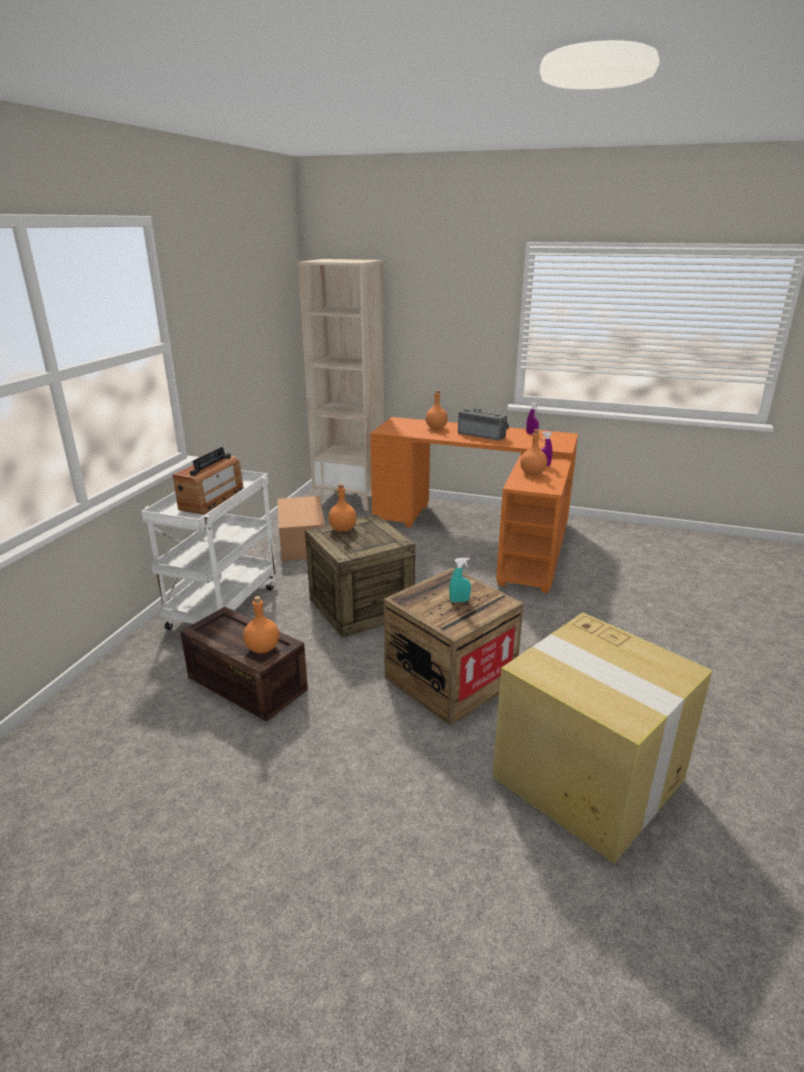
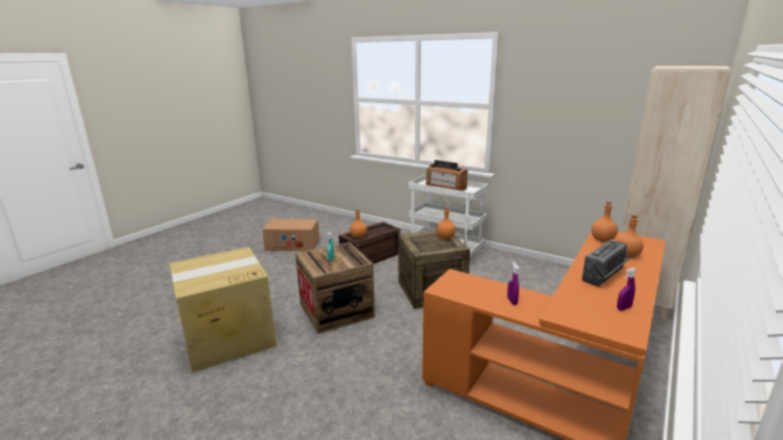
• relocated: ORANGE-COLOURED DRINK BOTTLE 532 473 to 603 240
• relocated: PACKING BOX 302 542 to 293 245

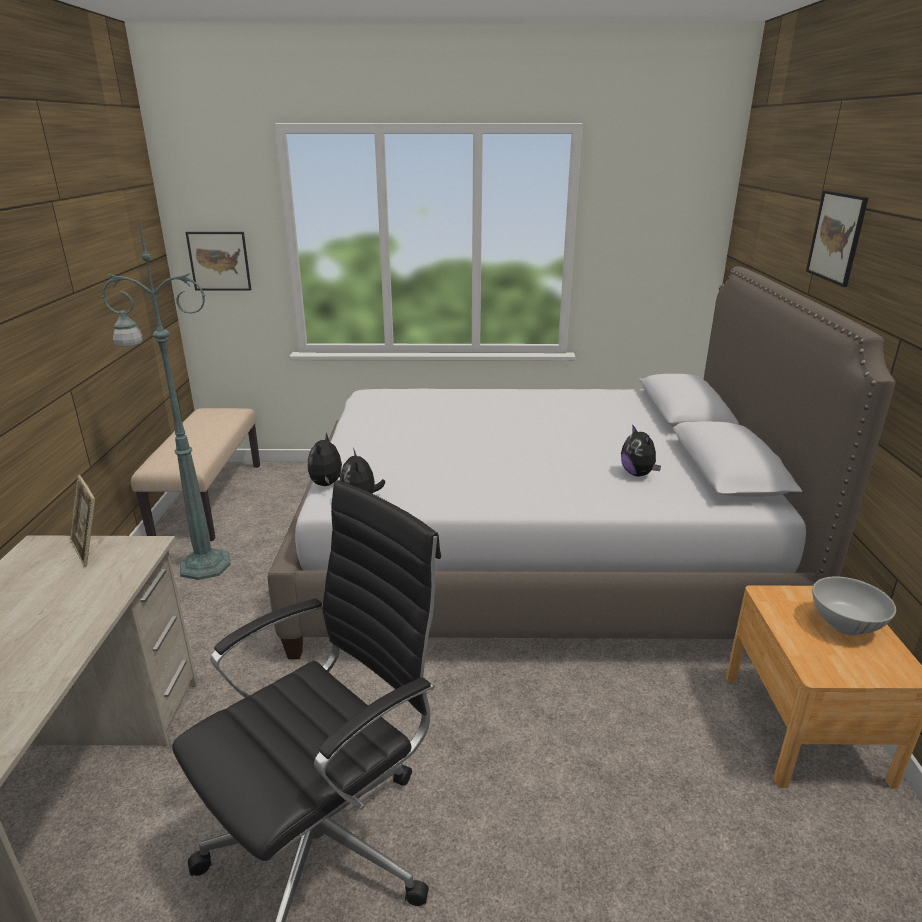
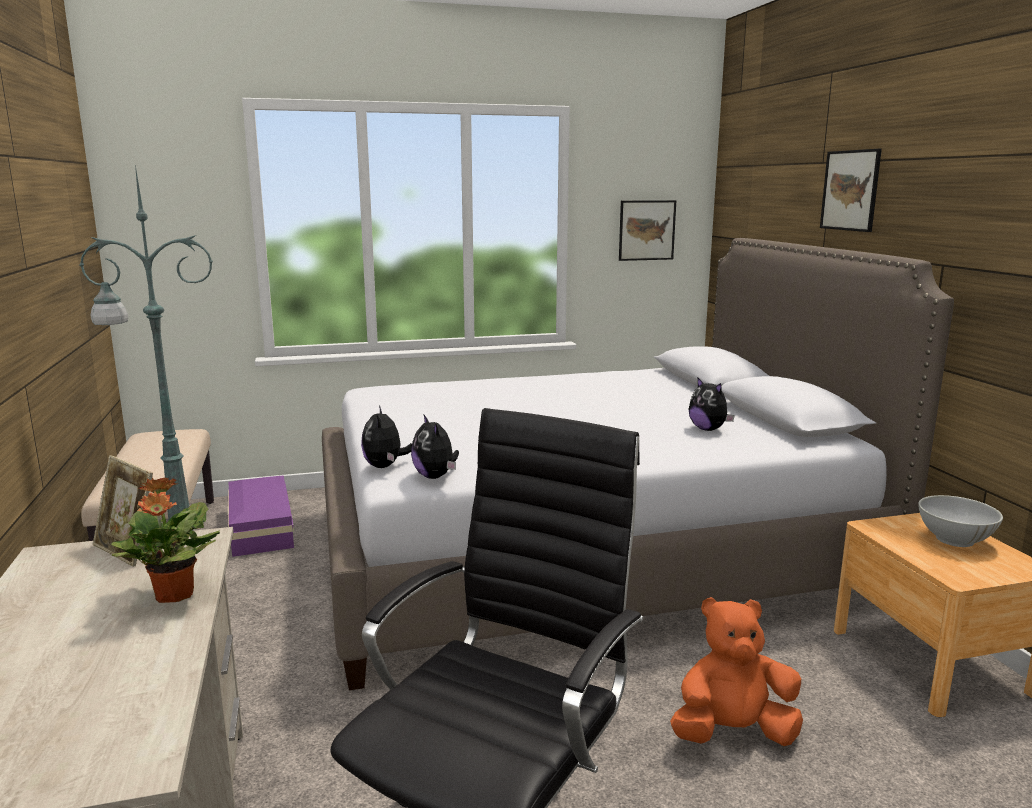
• relocated: PICTURE 219 261 to 646 230
• appeared: PURPLISH STORAGE BOX 262 527
• appeared: PLANT IN A POT 174 596
• appeared: ORANGE-COLOURED PLUSH TOY 732 733

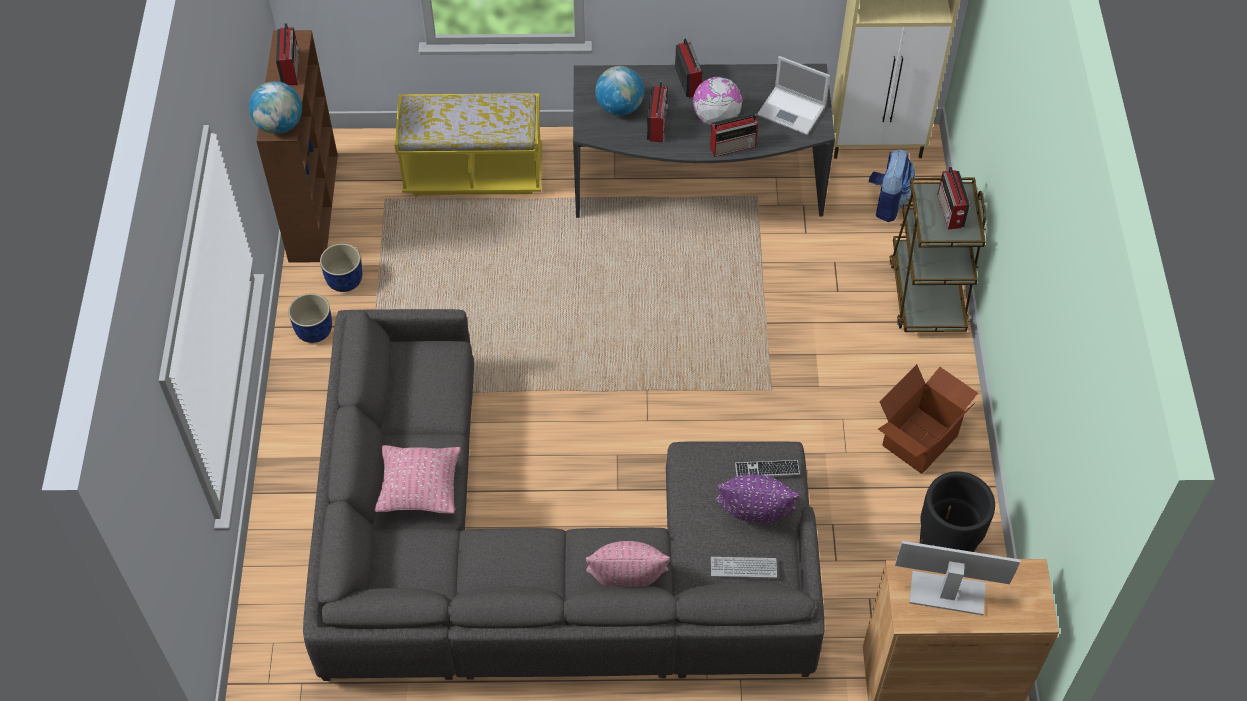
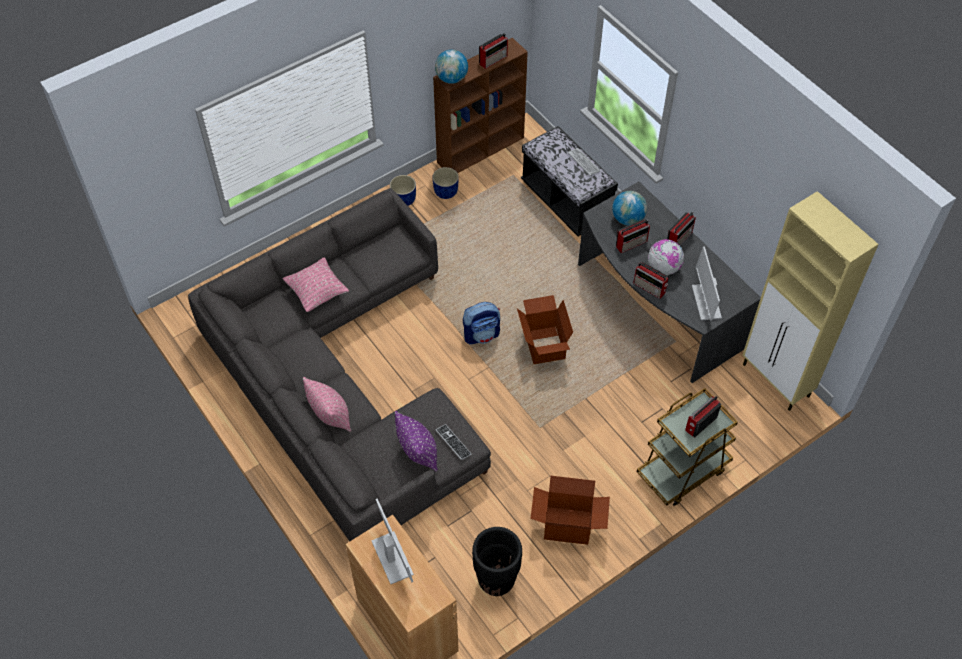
• exchanged: LAPTOP 792 111 to COMPUTER SCREEN 706 301
• colour: YELLOWISH LONG SEAT 473 173 to BLACK-COLOURED LONG SEAT 566 201
• relocated: KNAPSACK 888 203 to 481 335
• relocated: PC KEYBOARD 743 568 to 584 162
• appeared: PACKING BOX 543 345

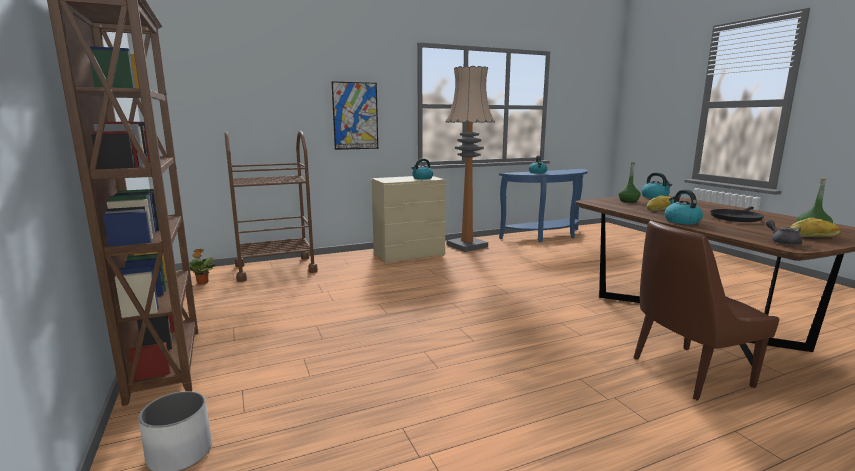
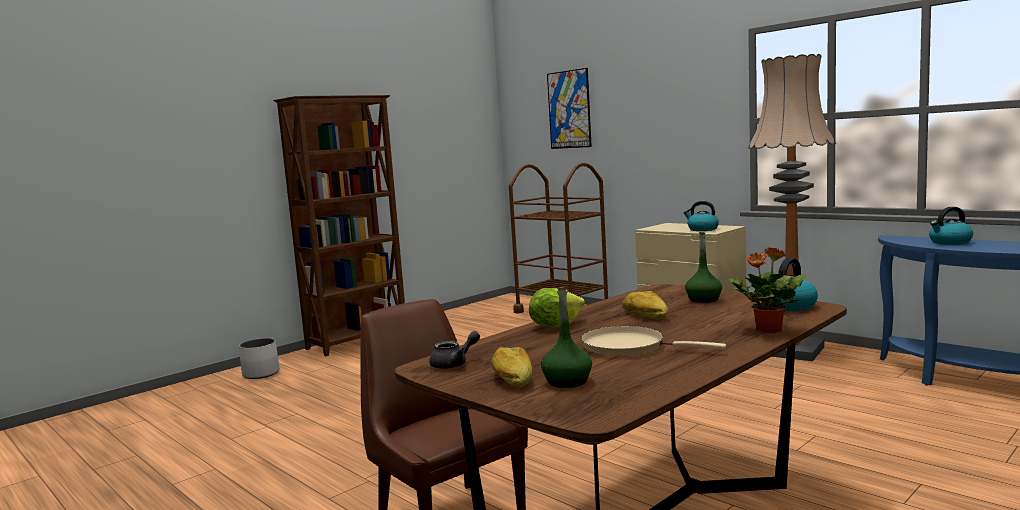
• relocated: PICTURE 355 116 to 569 109
• exchanged: KETTLE 681 221 to LETTUCE 555 325
• colour: BLACK-COLOURED SKILLET 736 218 to BEIGE-COLOURED SKILLET 629 346
• relocated: PLANT IN A POT 202 283 to 767 330

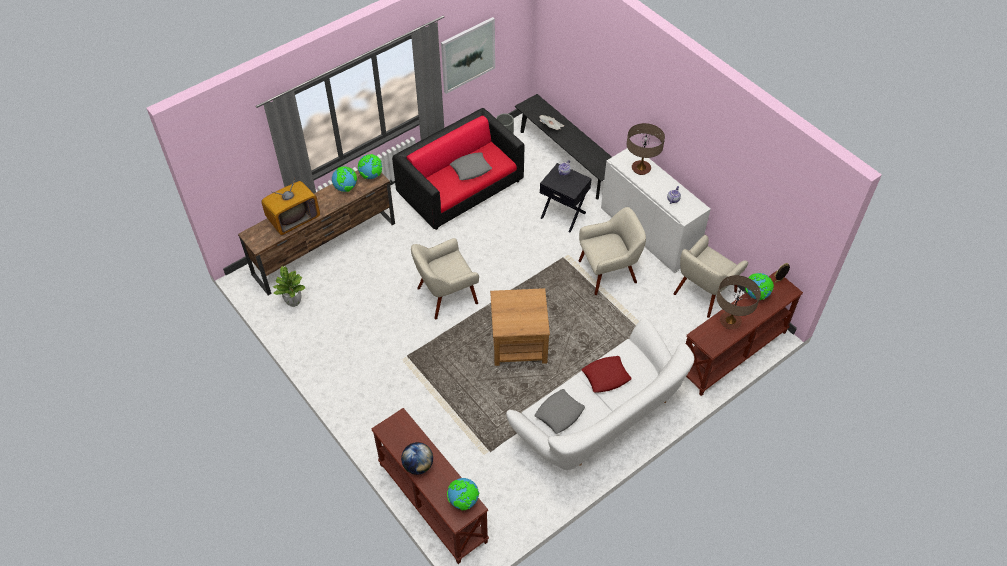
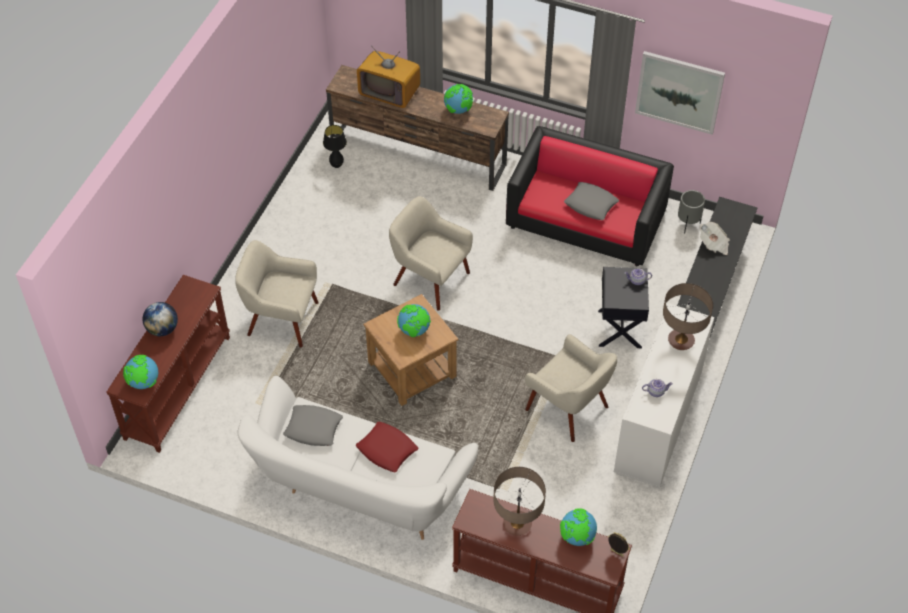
• relocated: GLOBE 371 175 to 414 330
• relocated: BEIGE-COLOURED LOUNGE CHAIR 703 292 to 281 319
• exchanged: PLANT IN A POT 294 302 to BLACK-COLOURED LAMP FOR A TABLE 336 165

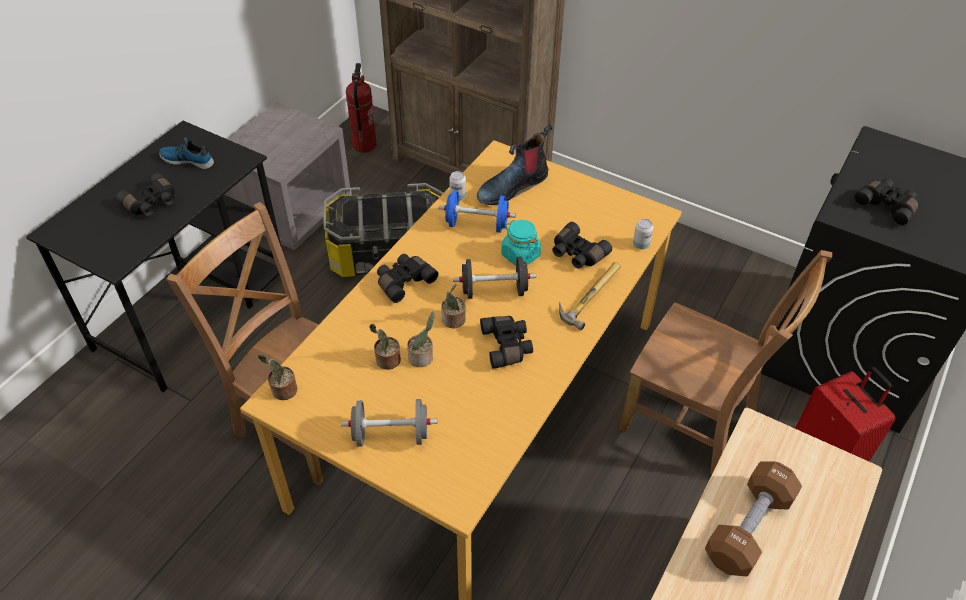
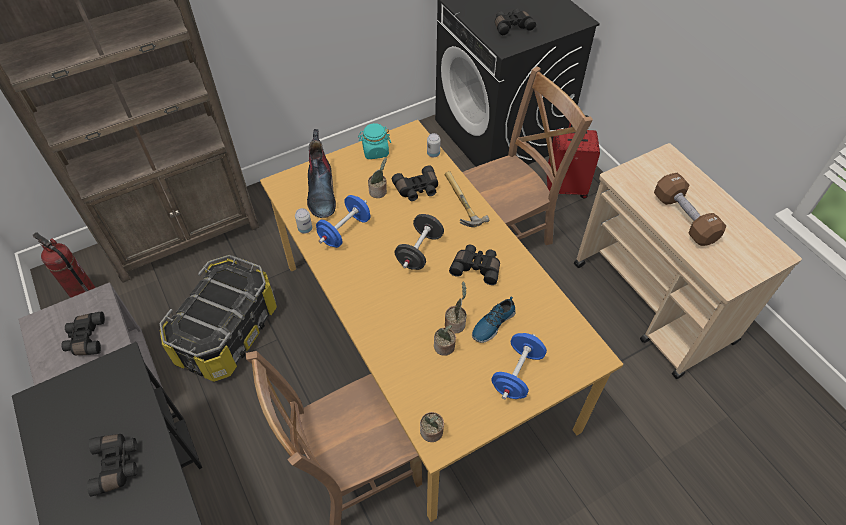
• relocated: LOW SHOE 188 159 to 492 323
• relocated: BLUE-GREEN JAR 520 255 to 375 151
• relocated: BLACK-COLOURED FIELD GLASSES 404 281 to 85 338
• relocated: PLANT IN A POT 453 320 to 379 192
• colour: GREYISH FREE WEIGHT 391 435 to BLUE-COLOURED FREE WEIGHT 517 374

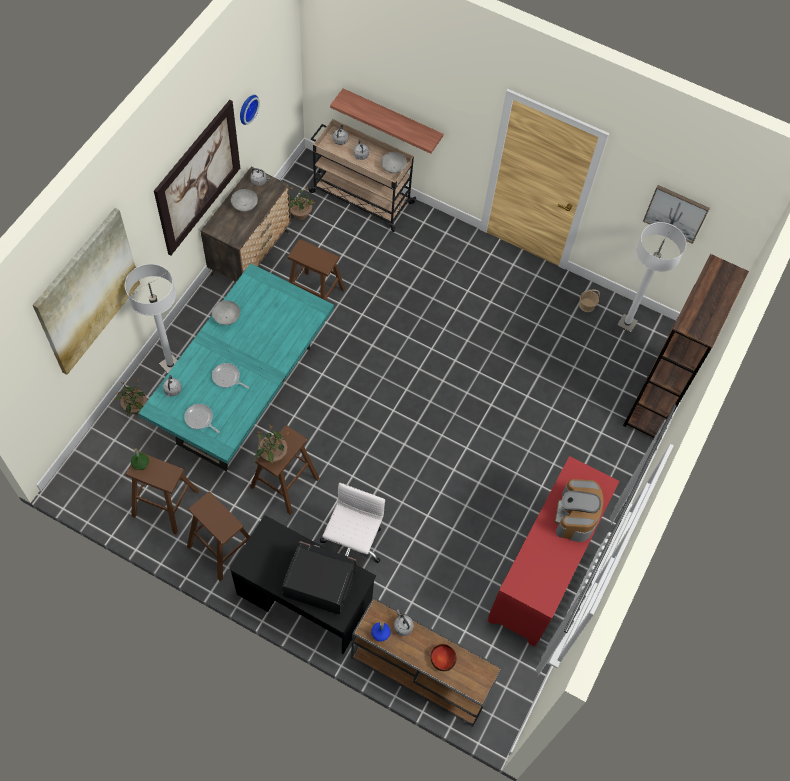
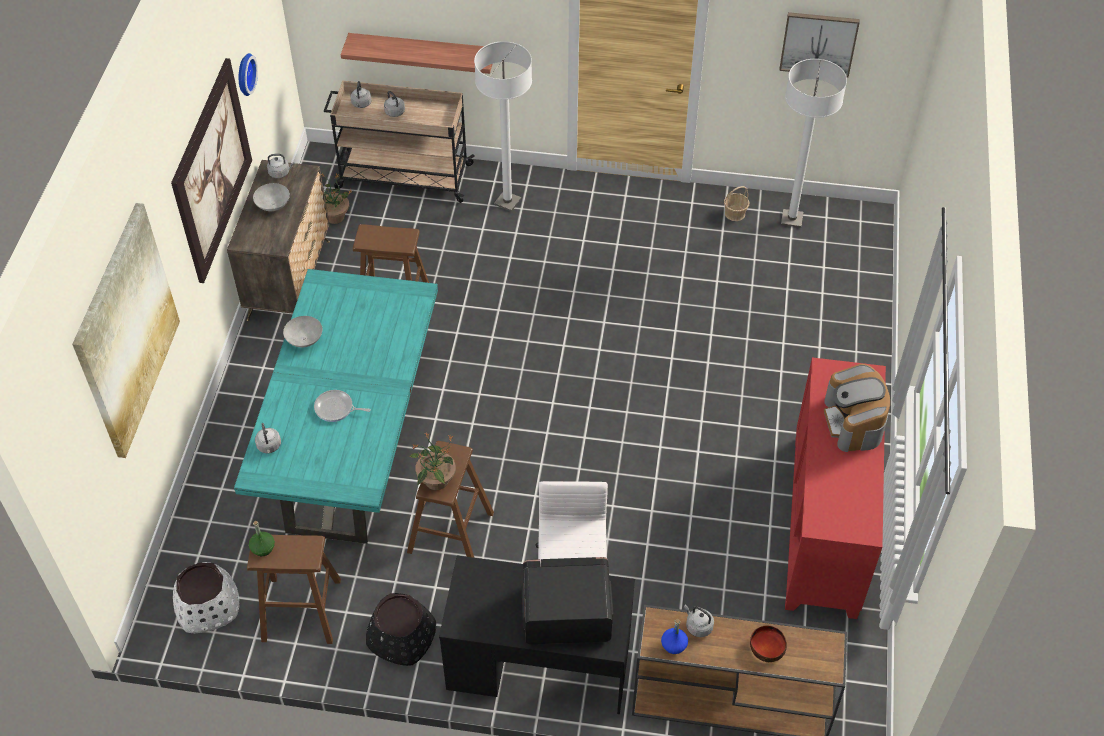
• missing: GREYISH BOWL 393 168
• missing: BROWN SHELVING UNIT 656 400
• relocated: WHITE STANDING LAMP 170 365 to 507 202
• missing: PLANT IN A POT 135 408
• missing: SKILLET 200 419
• exchanged: BROWN STOOL 223 546 to BLACK-COLOURED PLANTER 402 637
• appeared: WHITE PLANTER 208 606

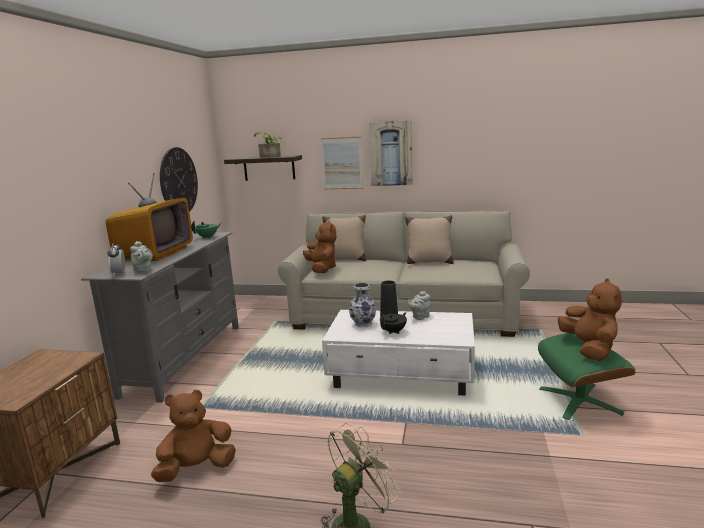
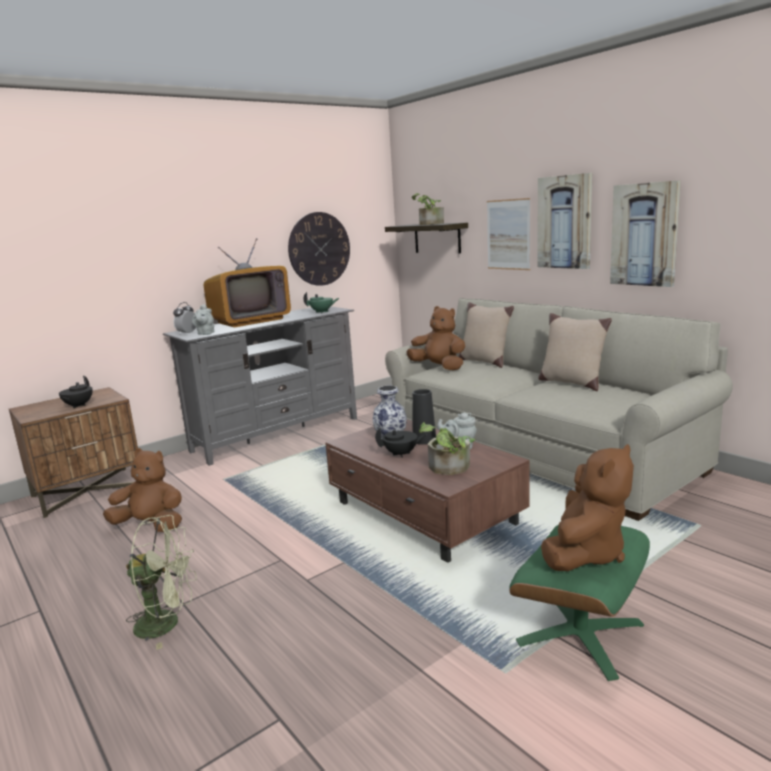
• spun: BROWN PLUSH TOY 322 269 = 439 367 75 degrees counterclockwise
• colour: WHITE COFFEE TABLE 403 373 to BROWN COFFEE TABLE 425 513
• appeared: PICTURE 644 234
• appeared: BLACK-COLOURED TEAPOT 78 406
• appeared: PLANT IN A POT 447 469

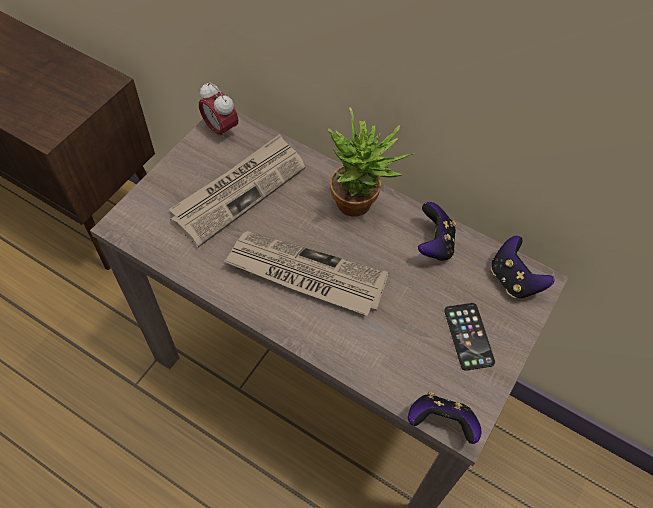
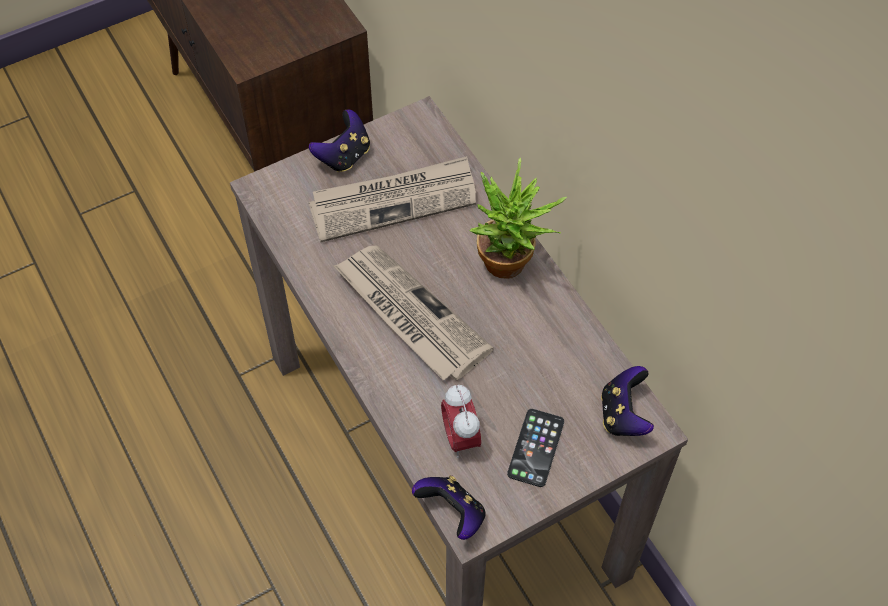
• relocated: BEDSIDE CLOCK 221 130 to 460 437
• relocated: GAMEPAD 434 244 to 344 156

